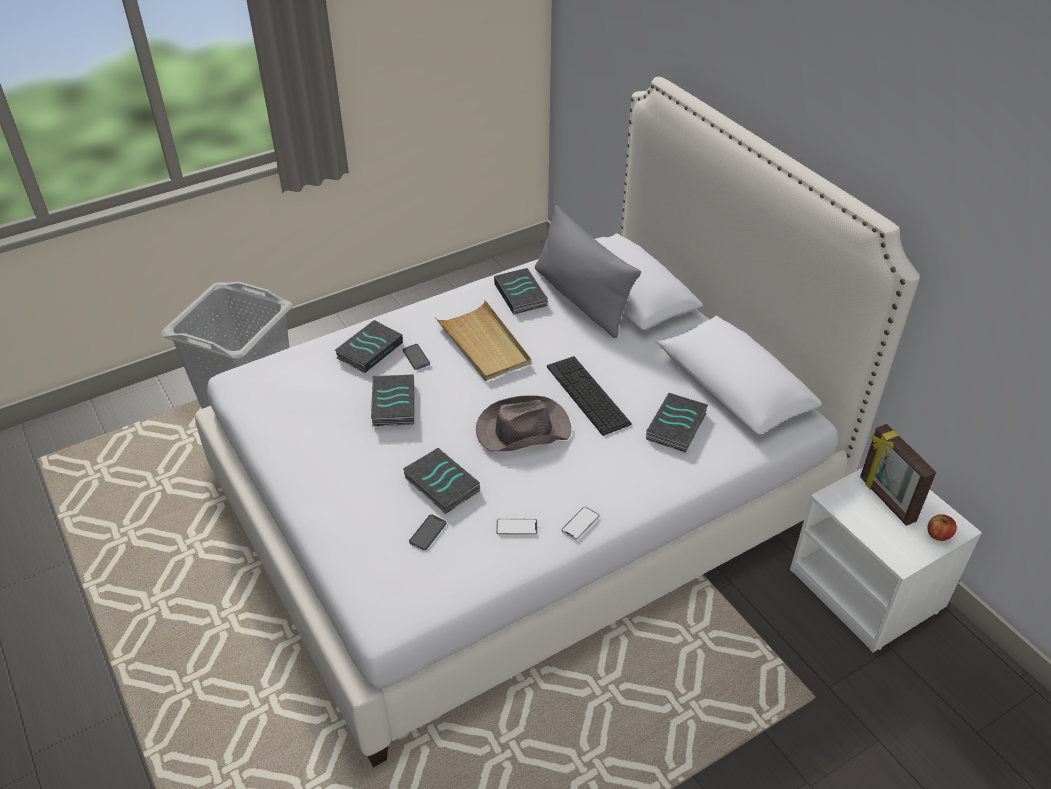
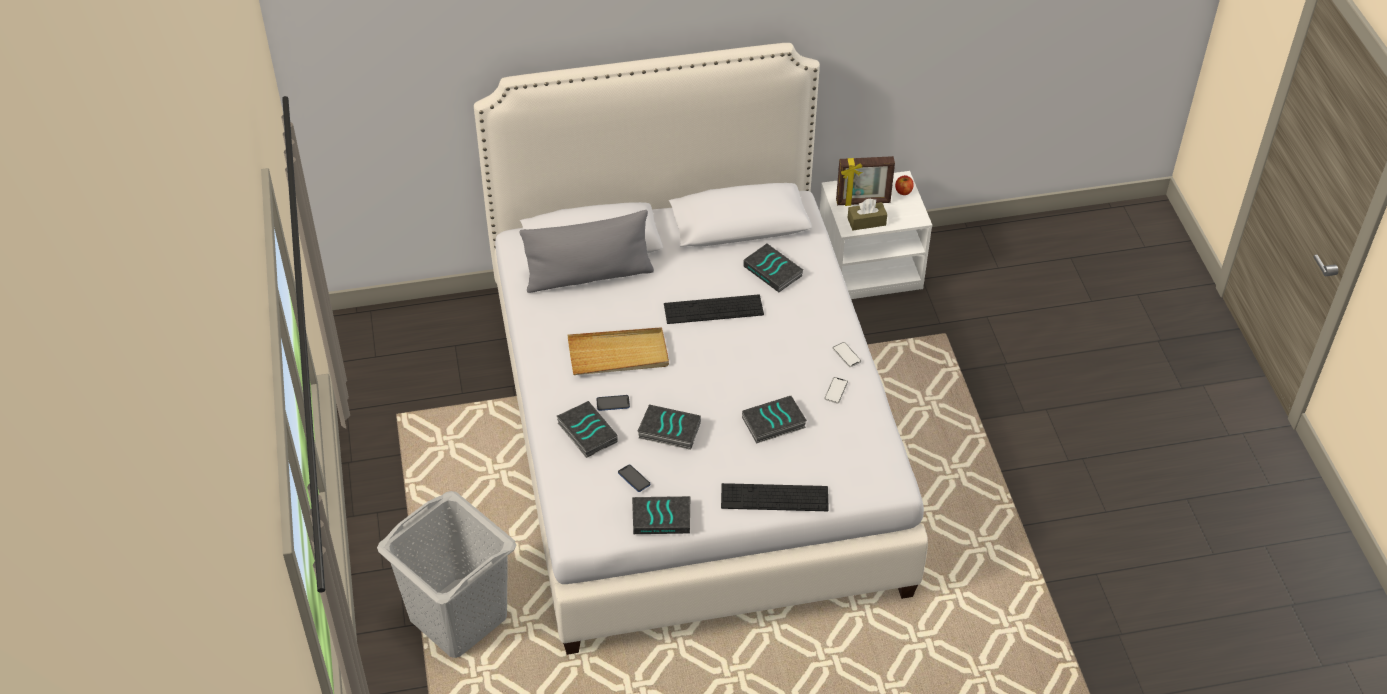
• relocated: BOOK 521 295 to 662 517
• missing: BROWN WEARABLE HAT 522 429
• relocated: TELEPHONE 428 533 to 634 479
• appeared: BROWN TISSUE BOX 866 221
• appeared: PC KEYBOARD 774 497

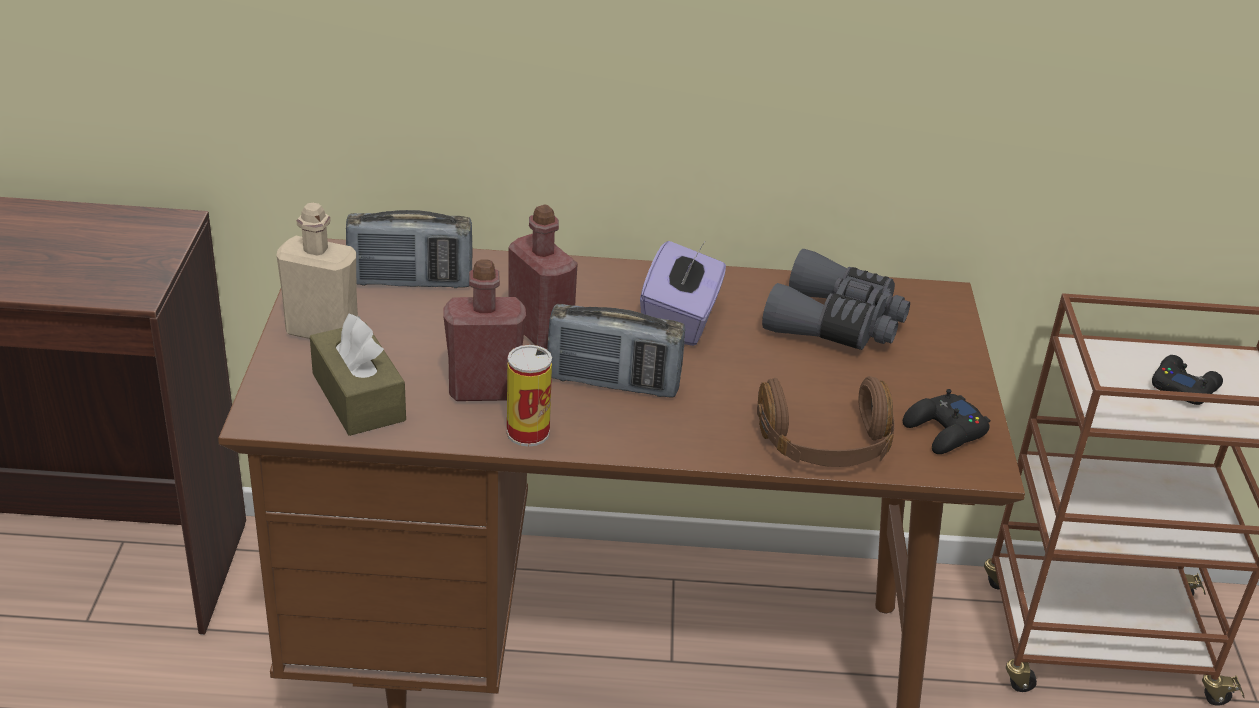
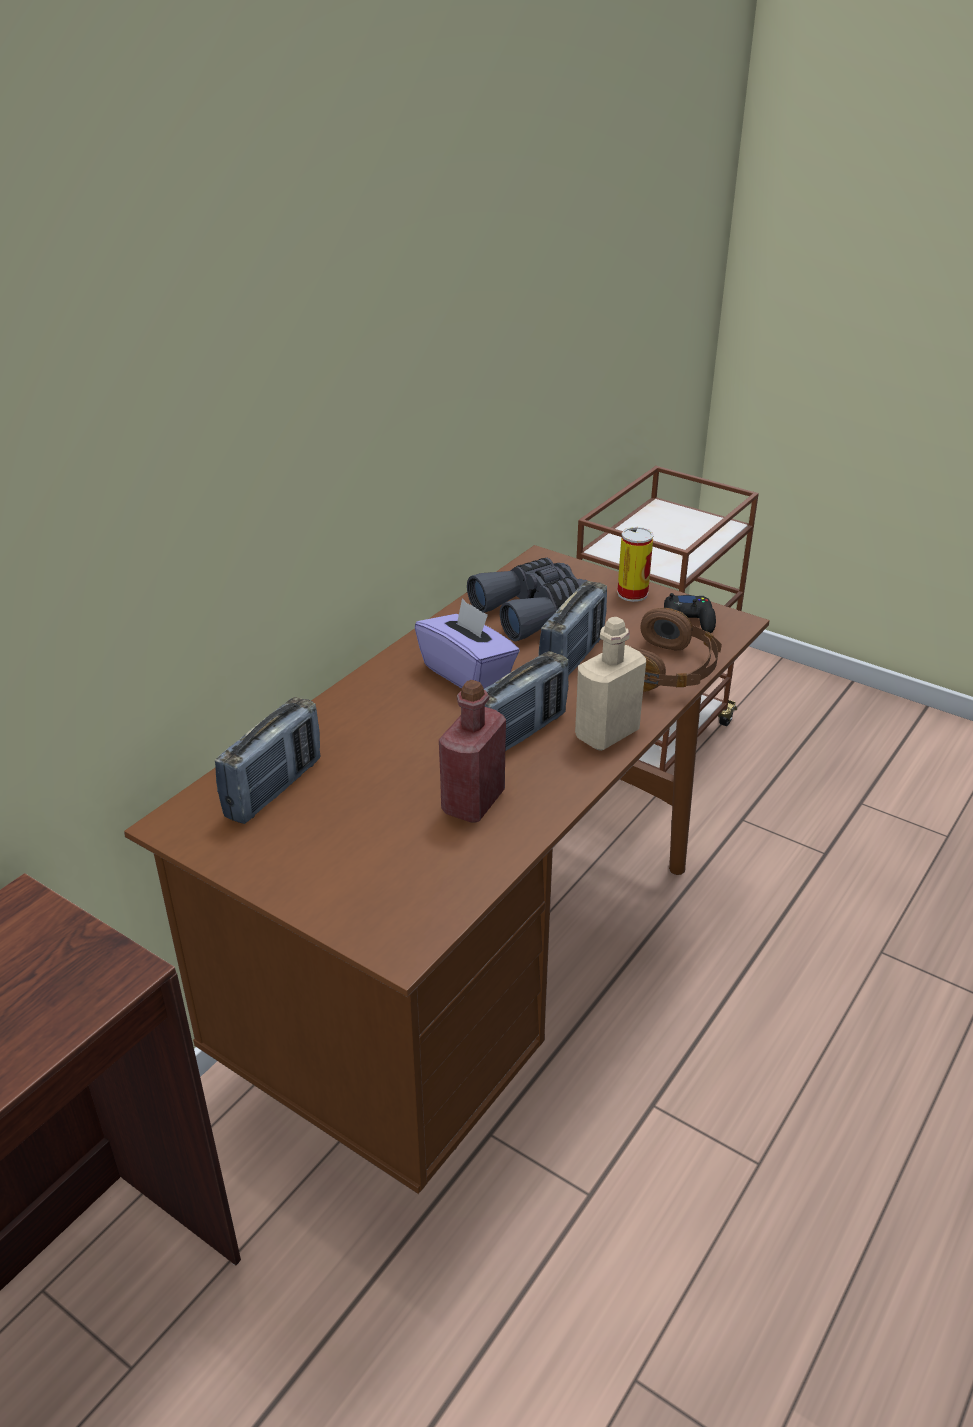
• relocated: BEIGE-COLOURED DRINK BOTTLE 322 331 to 607 734
• missing: REDDISH DRINK BOTTLE 540 331
• missing: BROWN TISSUE BOX 358 397
• relocated: METAL CAN 528 433 to 632 593
• missing: BLACK-COLOURED GAMEPAD 1183 387
• appeared: RADIO 572 659

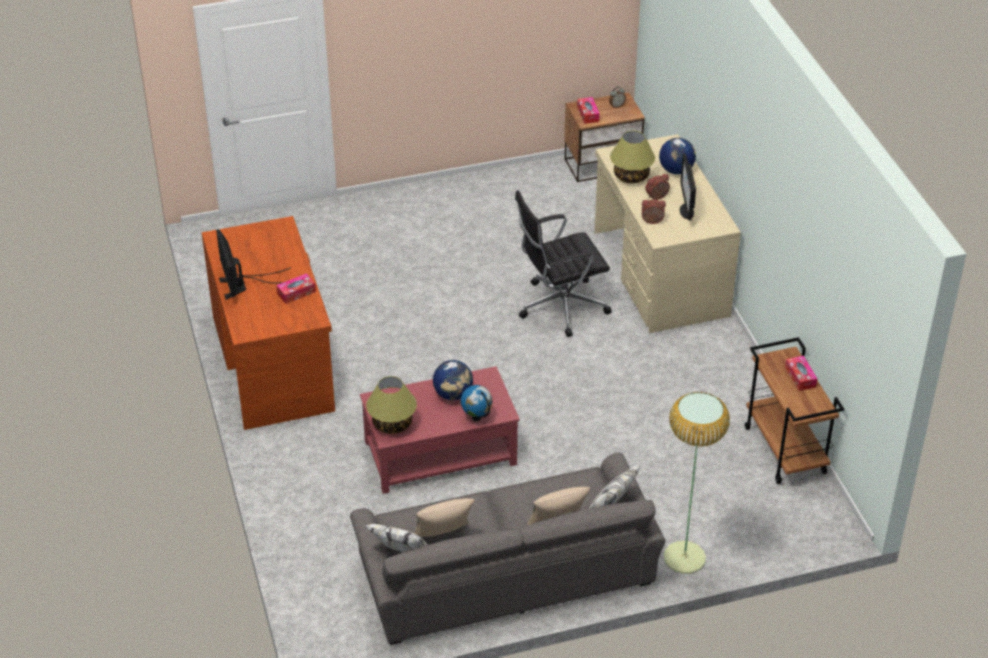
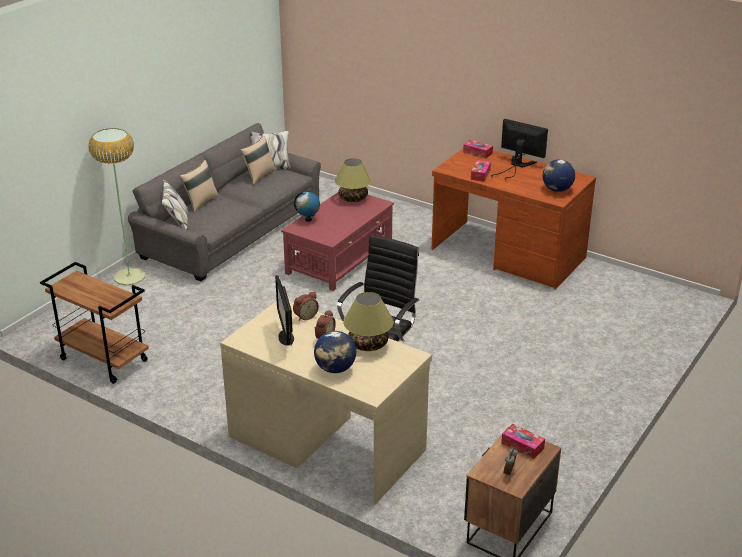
• spun: COMPUTER SCREEN 686 211 = 285 337 150 degrees counterclockwise
• relocated: TISSUE BOX 800 377 to 477 153
• relocated: GLOBE 453 394 to 557 190

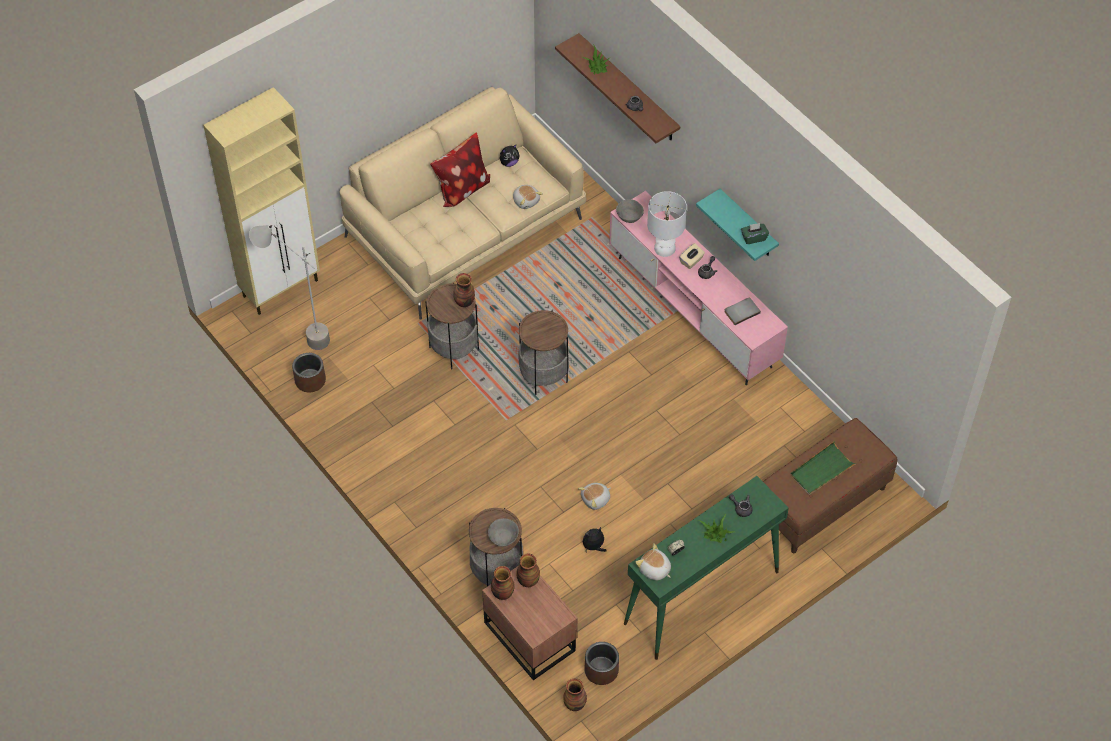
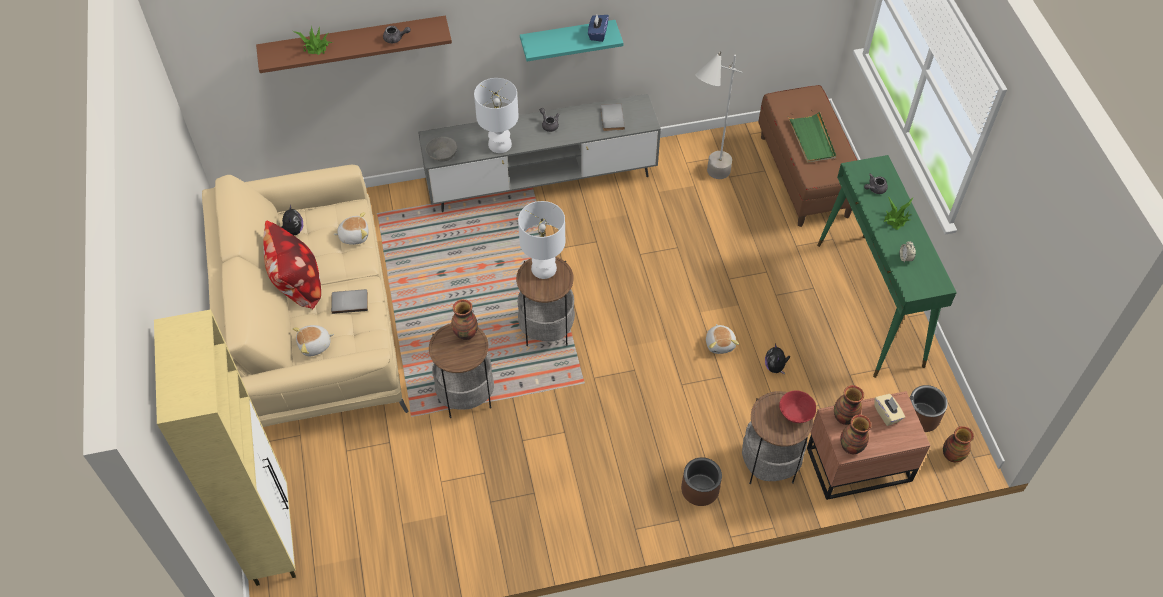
• colour: PINK-COLOURED TV STAND 692 311 to GREYISH TV STAND 541 181
• colour: GREEN TISSUE BOX 753 238 to BLUE-COLOURED TISSUE BOX 598 34
• relocated: GREYISH STANDING LAMP 300 337 to 707 182
• relocated: BEIGE-COLOURED TISSUE BOX 691 261 to 887 414
• relocated: BROWN PLANTER 310 380 to 699 489
• colour: GREYISH BOWL 503 538 to REDDISH BOWL 795 414
• relocated: PLUSH TOY 654 570 to 315 345
• appeared: WHITE LAMP FOR A TABLE 543 268
• appeared: GREYISH BOOK 350 301

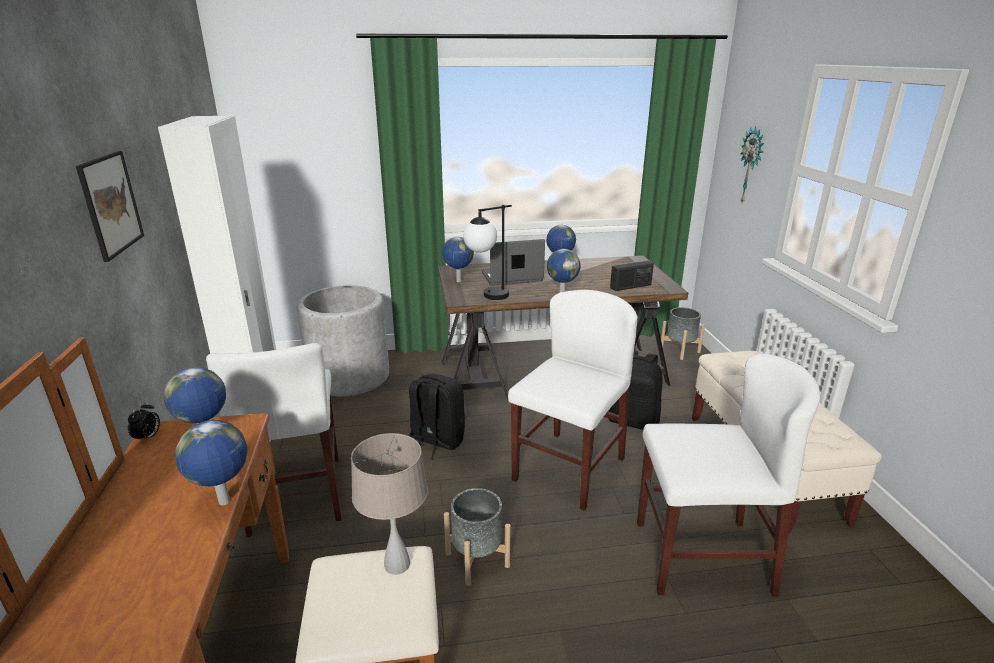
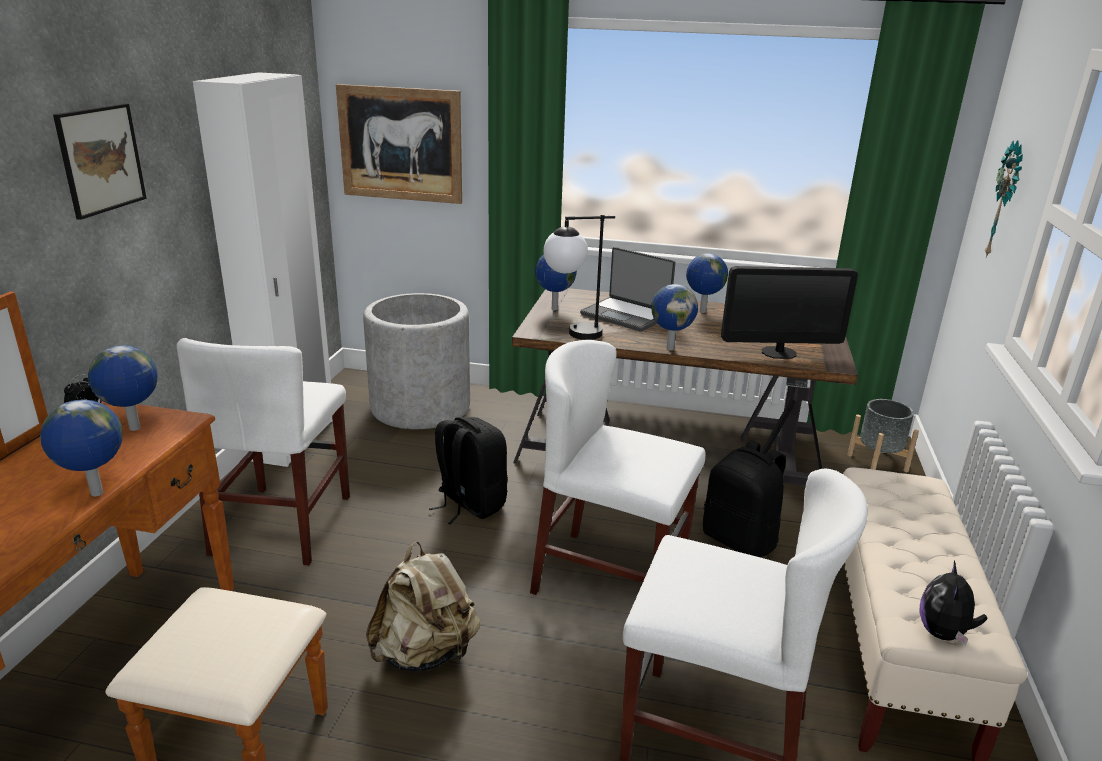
• spun: LAPTOP 512 277 = 626 315 150 degrees counterclockwise
• exchanged: RADIO 630 286 to COMPUTER SCREEN 778 352
• spun: WHITE CHAIR 569 469 = 610 579 120 degrees counterclockwise
• missing: BEIGE-COLOURED LAMP FOR A TABLE 397 565
• exchanged: GREYISH PLANTER 477 559 to BEIGE-COLOURED KNAPSACK 426 653
• appeared: PICTURE 400 144
• appeared: PLUSH TOY 943 633

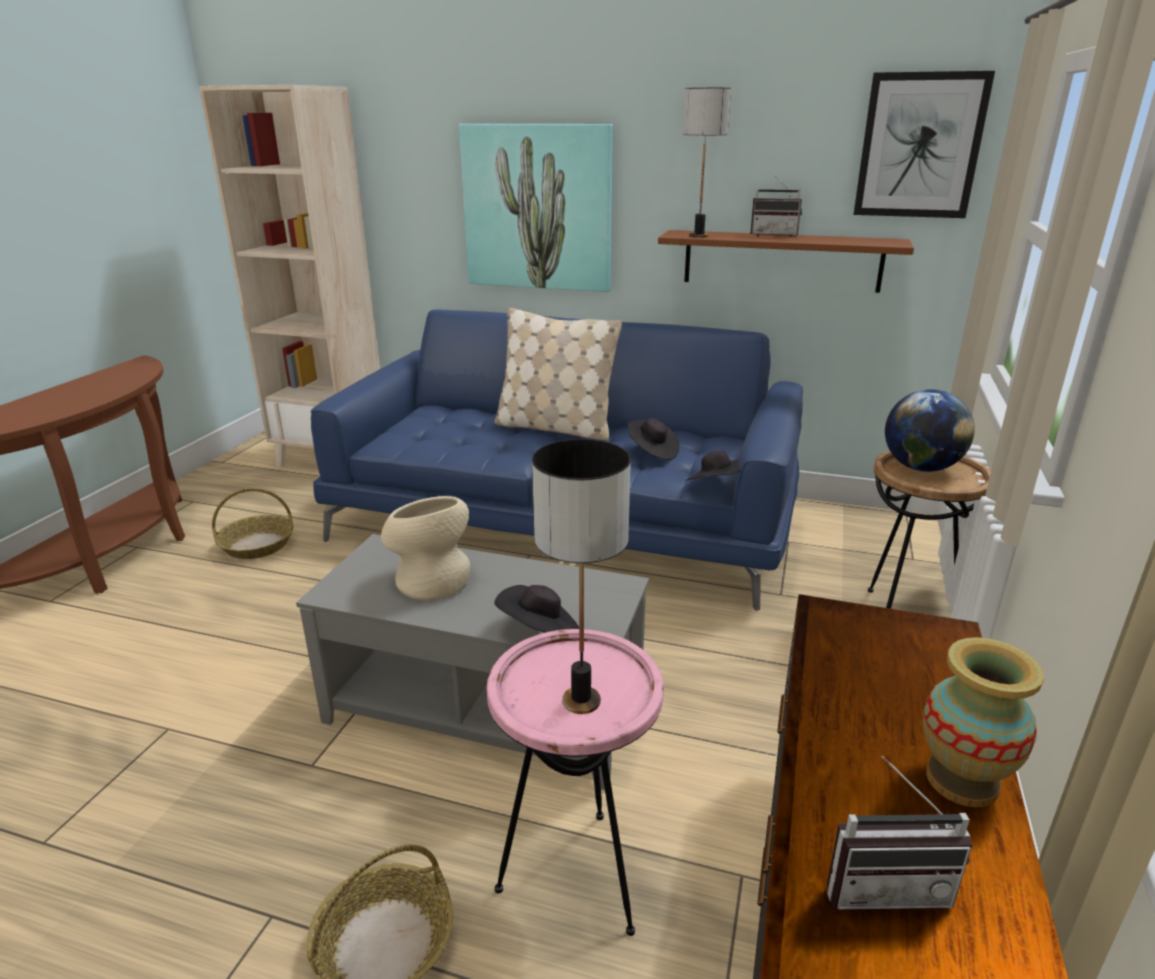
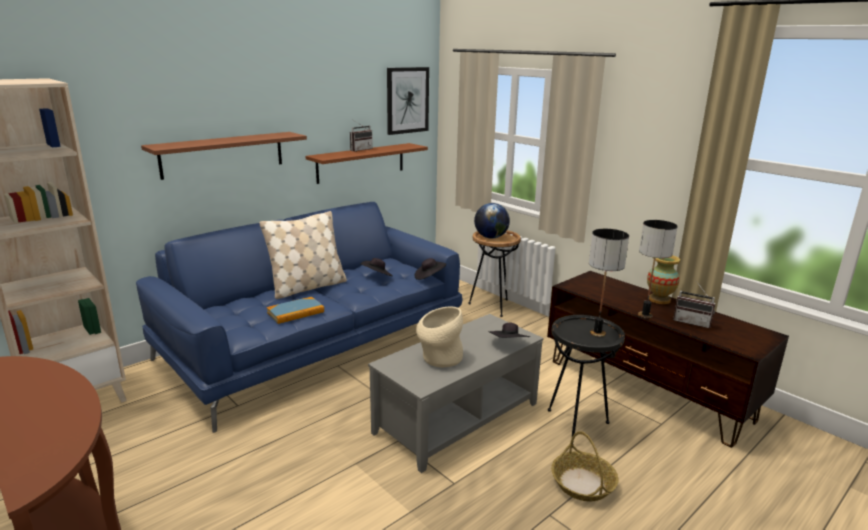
• relocated: LAMP FOR A TABLE 698 236 to 645 316
• exchanged: PICTURE 538 208 to BROWN SHELF 223 154
• missing: HOUSEHOLD BASKET 257 545
• colour: PINK-COLOURED END TABLE 575 876 to BLACK-COLOURED END TABLE 576 426
• spun: RADIO 884 884 = 692 322 90 degrees clockwise
• appeared: BOOK 295 312

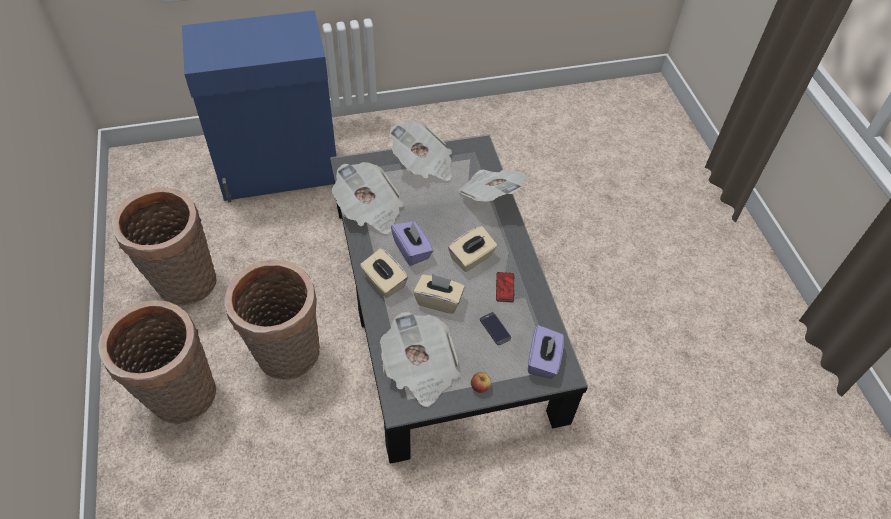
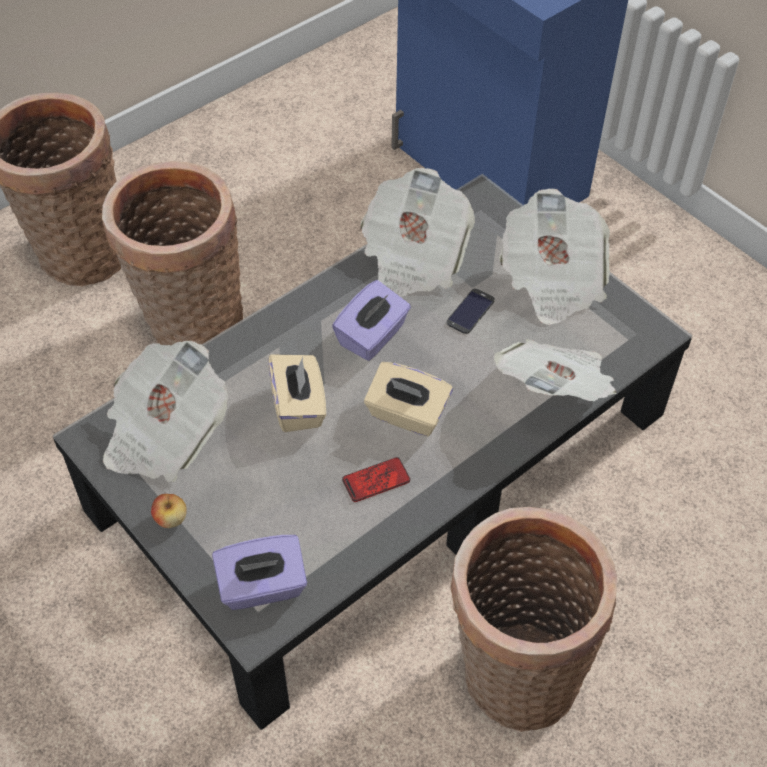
• relocated: HOUSEHOLD BASKET 183 284 to 513 673
• missing: BEIGE-COLOURED TISSUE BOX 384 282
• relocated: TELEPHONE 495 328 to 470 311

